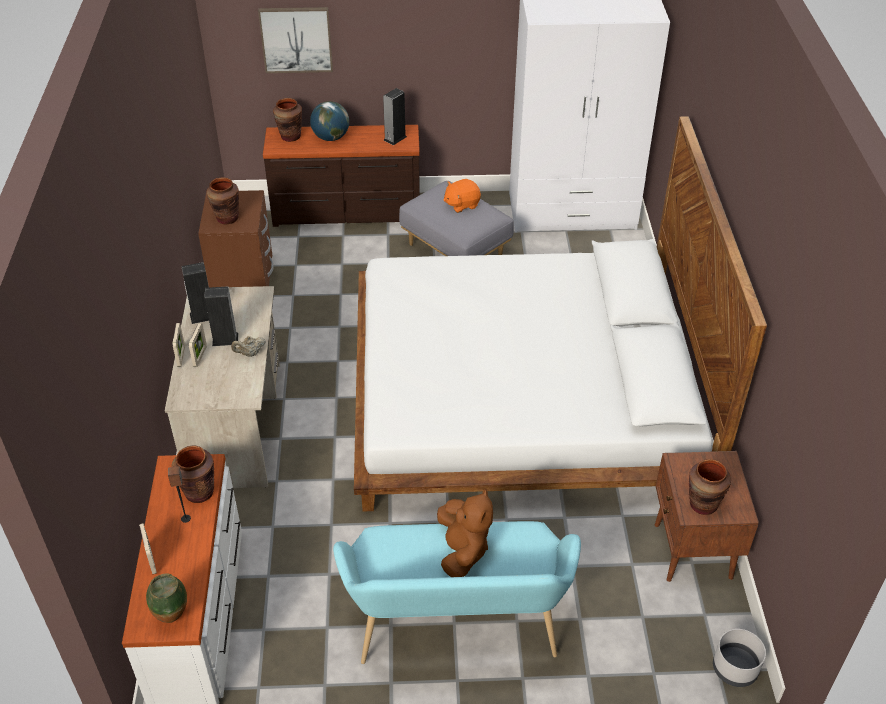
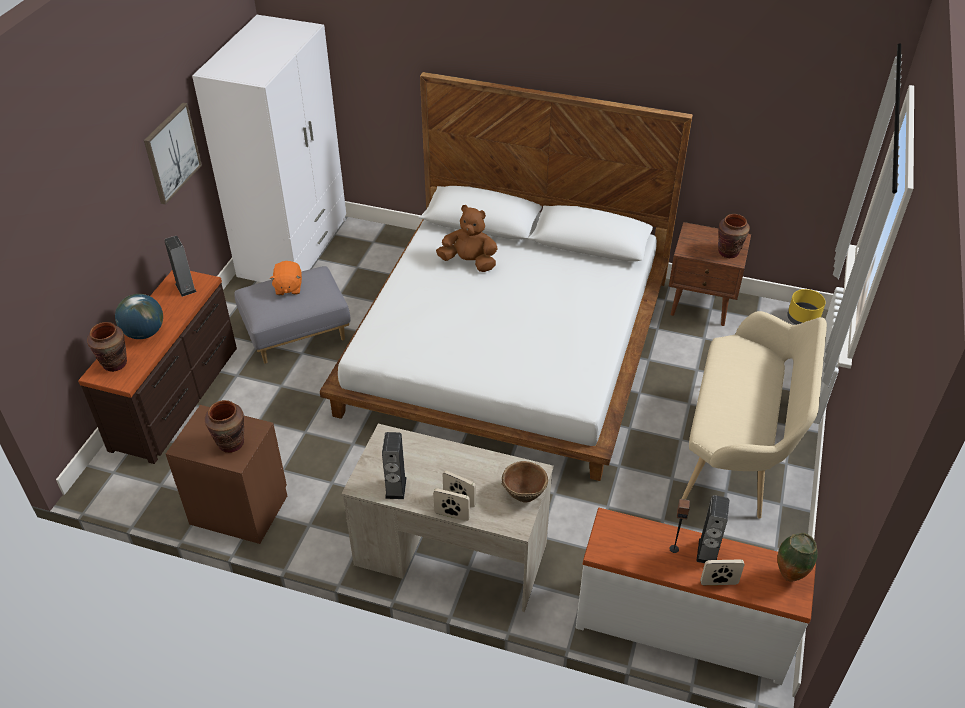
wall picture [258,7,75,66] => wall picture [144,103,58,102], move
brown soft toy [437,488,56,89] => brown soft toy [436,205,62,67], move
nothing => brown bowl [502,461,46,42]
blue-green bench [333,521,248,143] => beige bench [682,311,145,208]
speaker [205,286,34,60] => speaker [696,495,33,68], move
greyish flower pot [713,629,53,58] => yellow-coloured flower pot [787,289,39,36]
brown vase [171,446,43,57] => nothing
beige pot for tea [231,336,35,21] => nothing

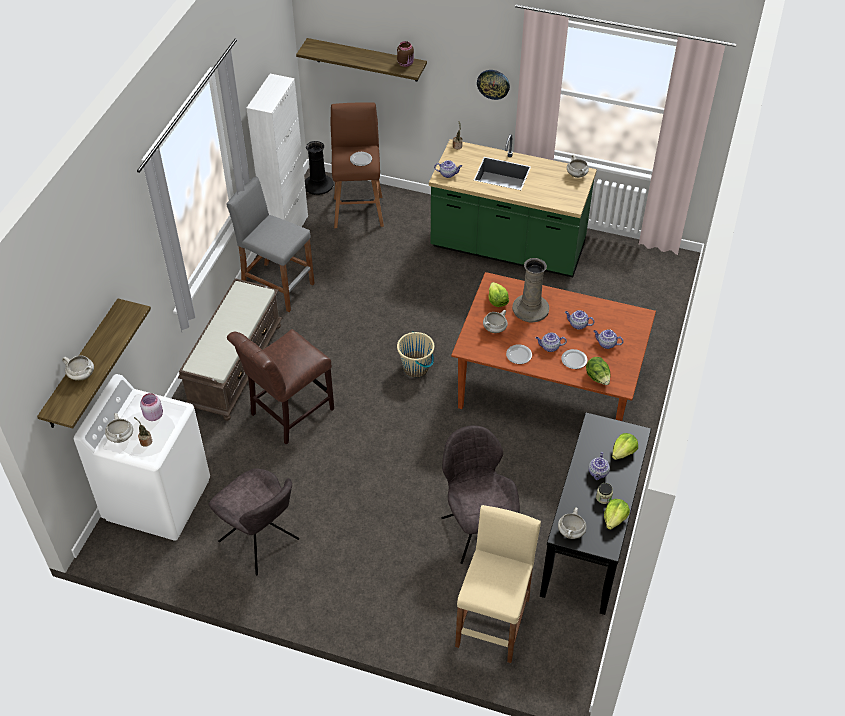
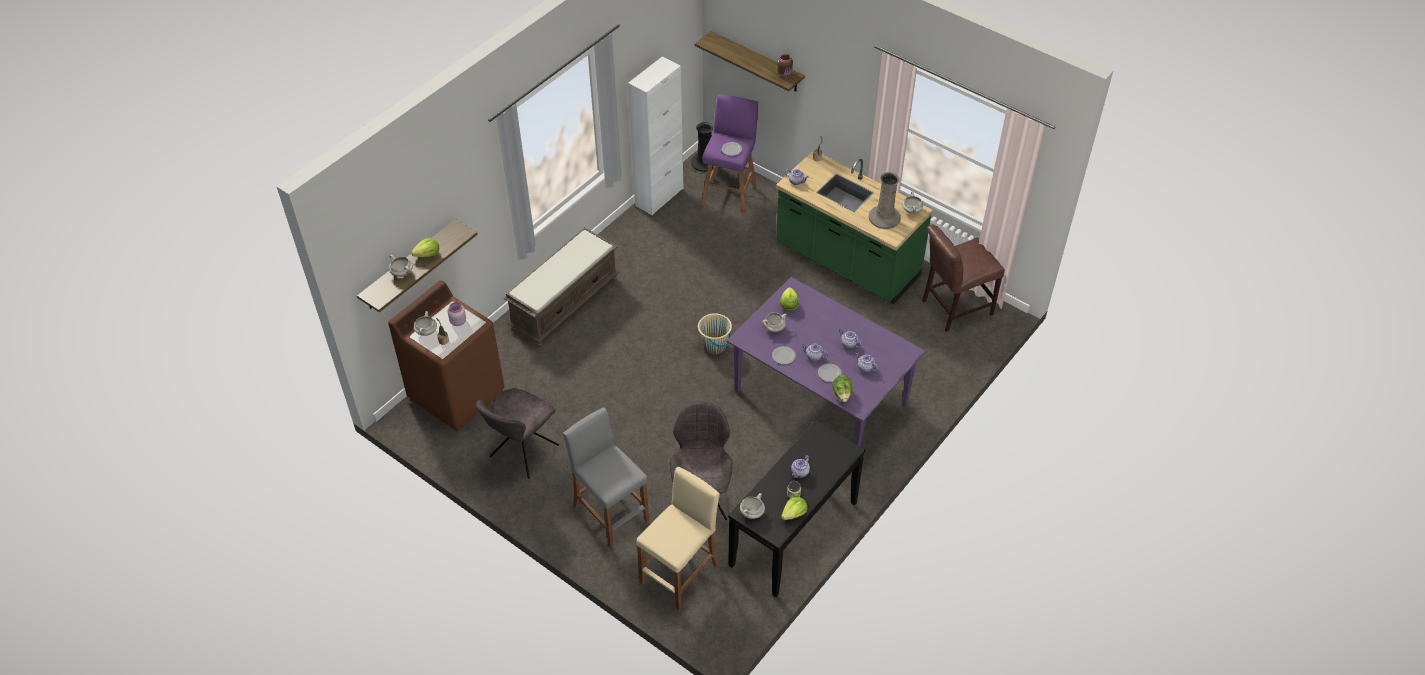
white washing machine [74,374,136,167] => brown washing machine [388,280,116,151]
lettuce [612,433,26,27] => lettuce [411,238,28,19], move
greyish plain chair [209,469,90,106] => greyish plain chair [476,388,83,91], 60 degrees clockwise
greyish stool [226,177,89,135] => greyish stool [563,407,86,141], move
brown stool [330,102,54,126] => purplish stool [701,94,57,120]
brown dinner table [451,272,205,149] => purplish dinner table [727,277,198,170]
beige vase [512,258,37,64] => beige vase [869,172,32,57], move
brown plain chair [227,329,107,115] => brown plain chair [922,225,83,107], move
clock on the wall [477,70,33,30] => nothing

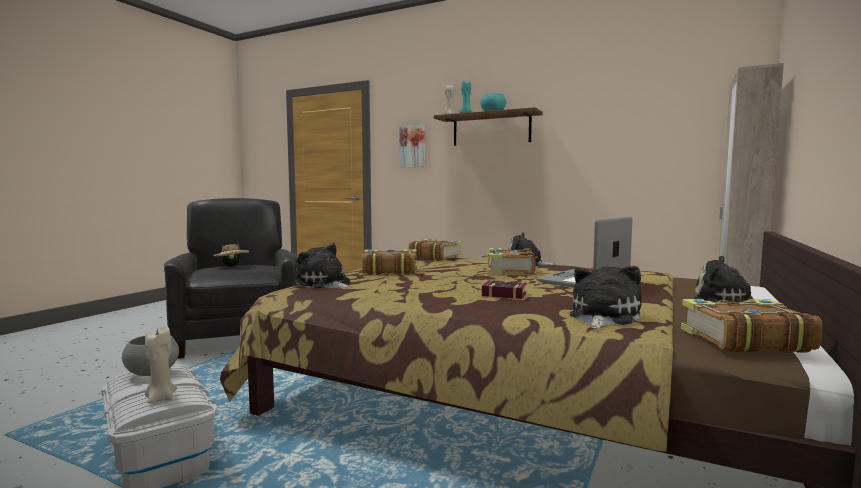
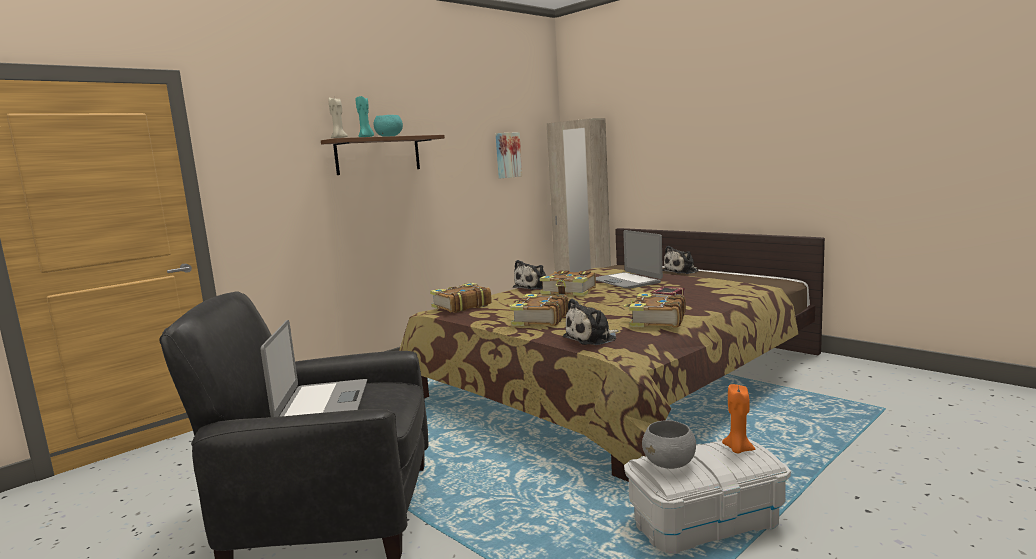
beige hat [213,243,36,23] => portable computer [260,320,107,97]
wall picture [399,125,26,43] => wall picture [495,132,27,46], move
volume [681,299,141,54] => volume [624,293,62,34], move
beige wax light [145,326,32,78] => orange-coloured wax light [722,384,33,70]
soft toy [570,266,72,63] => nothing

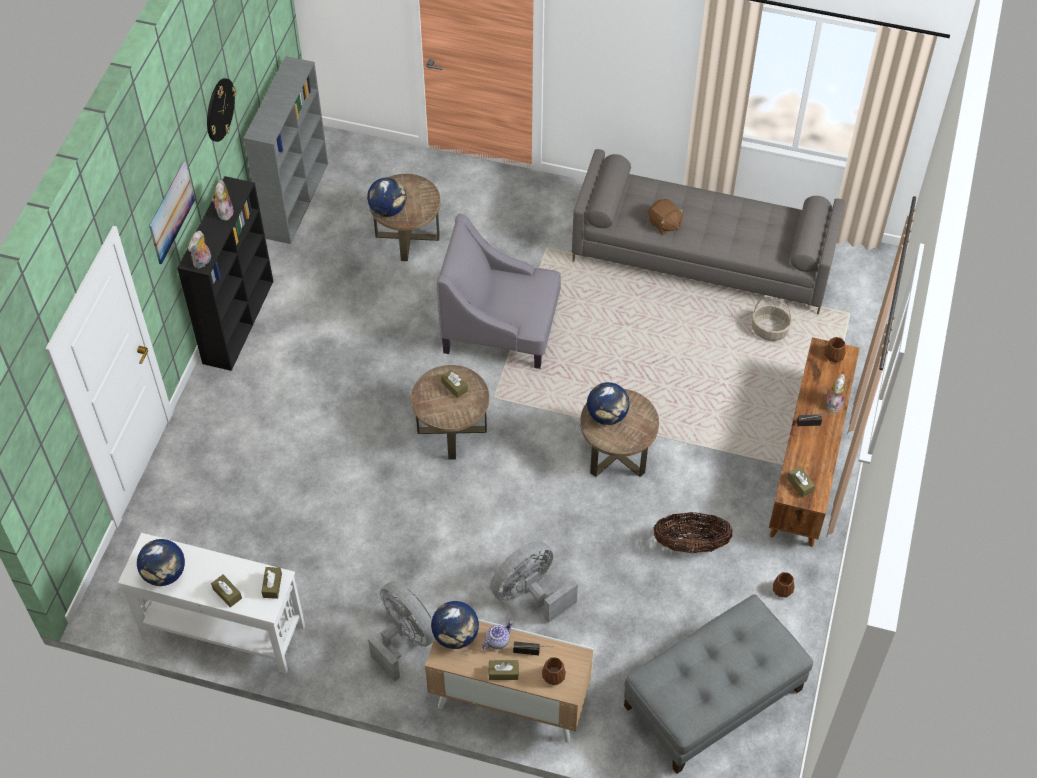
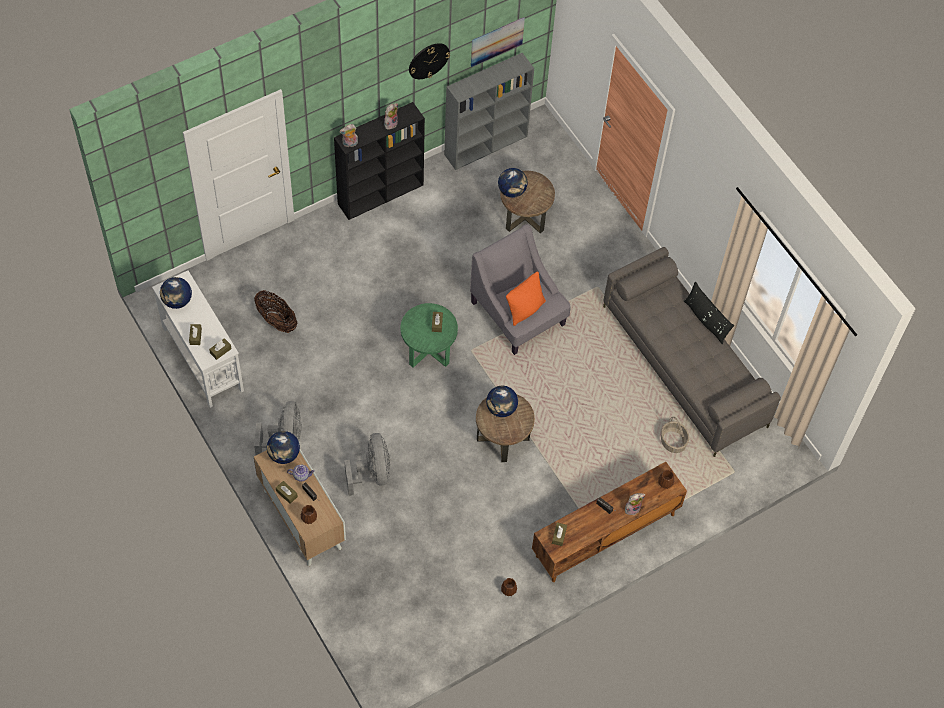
household basket [654,512,79,41] => household basket [254,290,43,43], move
greyish electric fan [490,541,88,81] => greyish electric fan [344,433,46,63], 75 degrees clockwise
brown end table [411,365,78,95] => green-coloured end table [401,303,57,65]
wall picture [149,161,46,103] => wall picture [471,17,54,50], move
nothing => orange-coloured throw pillow [506,272,40,54]
nothing => black-coloured throw pillow [684,281,50,64]
greyish footrest [624,594,189,180] => nothing
brown soft toy [648,199,36,36] => nothing

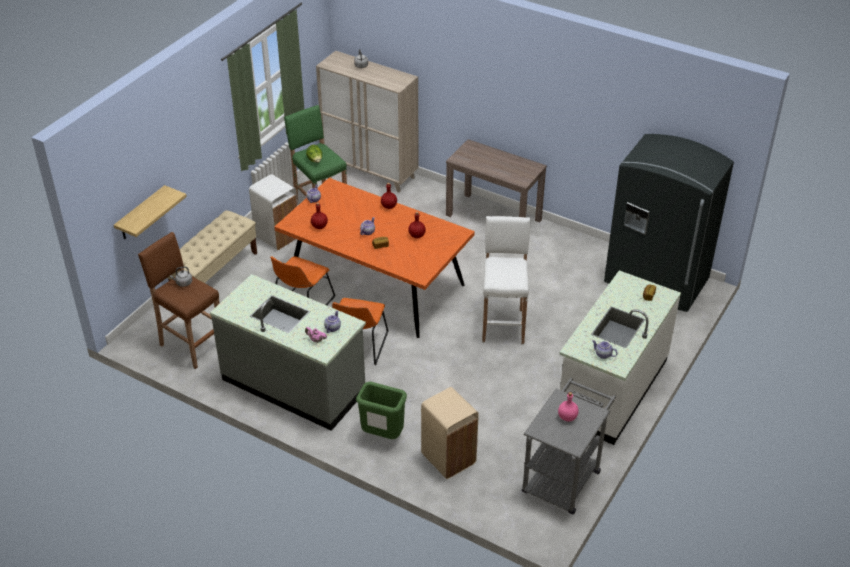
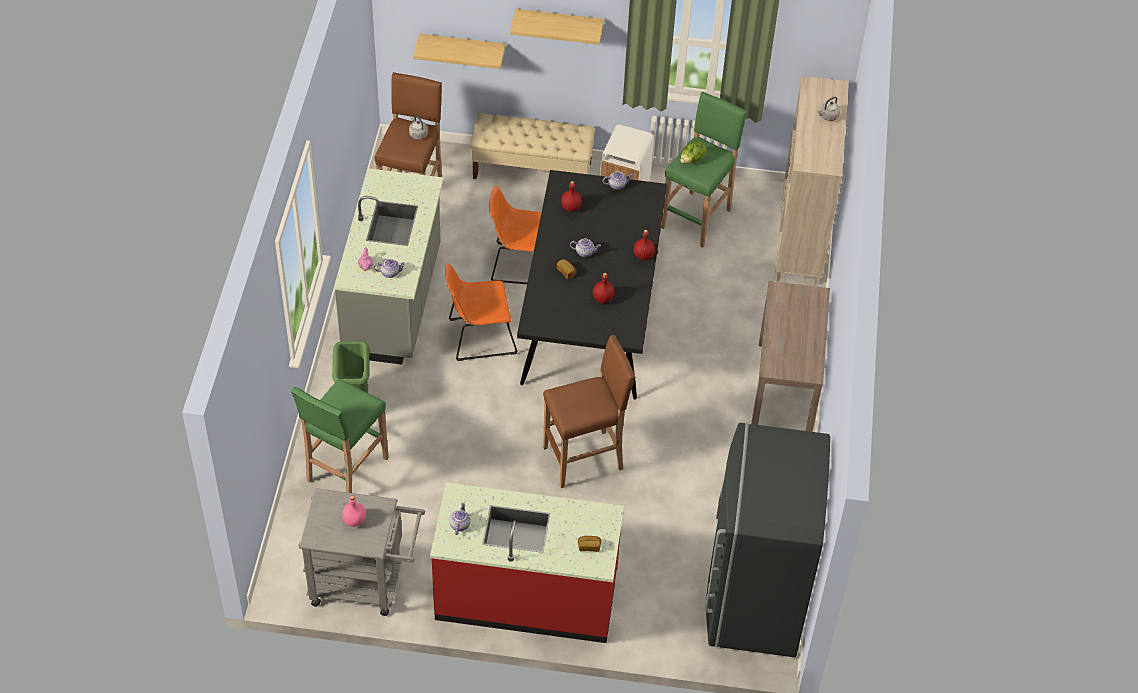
beige rubbish bin [421,387,58,92] => green-coloured stool [291,378,98,115]
white kitchen base unit [559,270,122,175] => red kitchen base unit [430,483,194,160]
nothing => shelf [510,9,94,36]
orange-coloured dinner table [274,178,201,160] => black-coloured dinner table [517,170,150,230]
white stool [482,216,49,128] => brown stool [543,335,93,153]

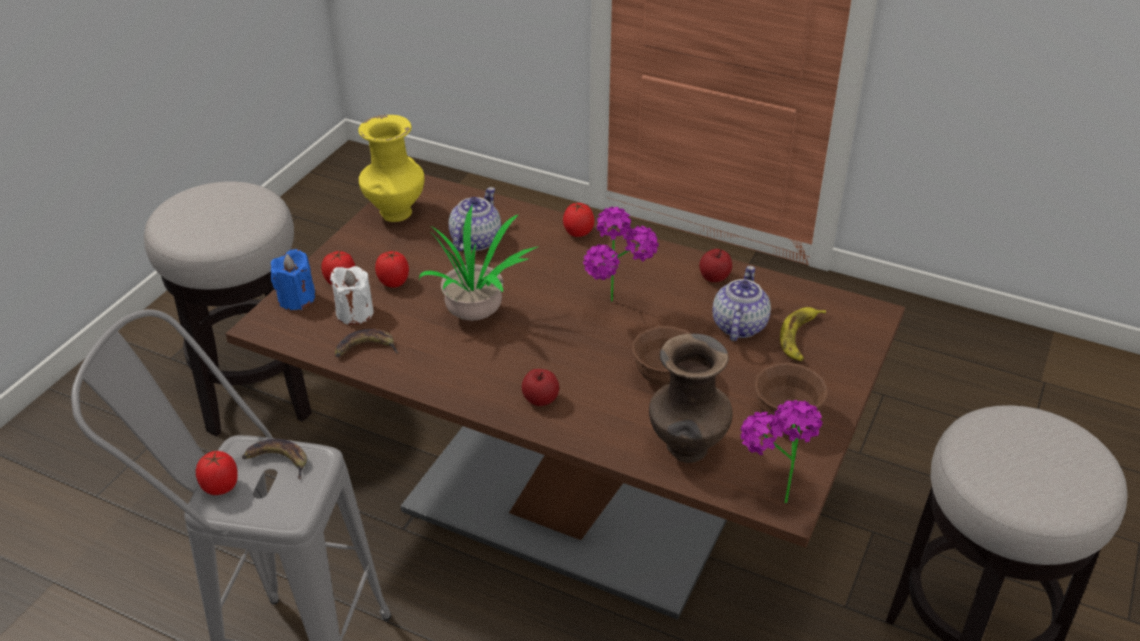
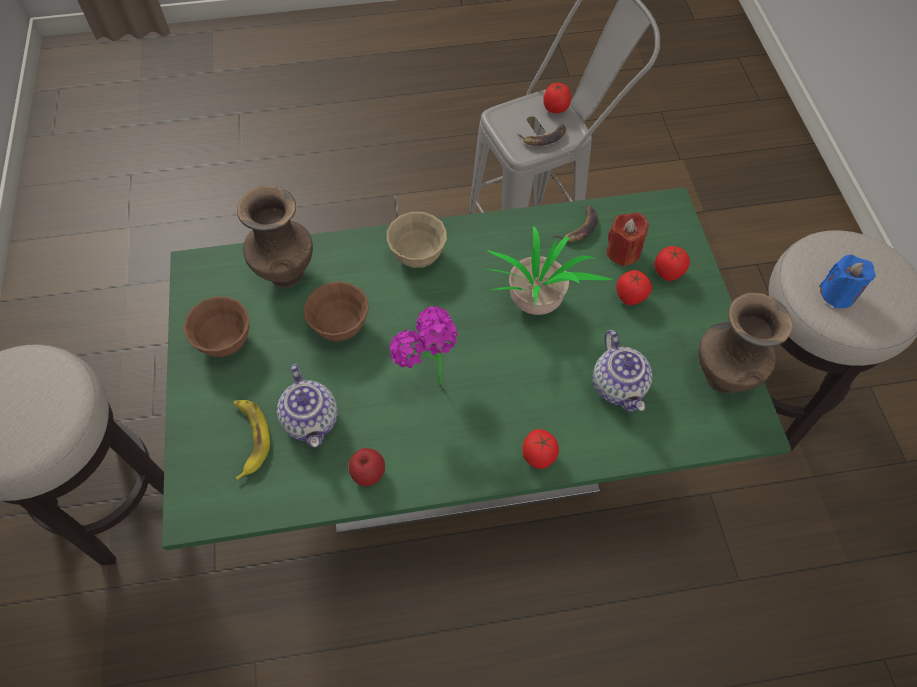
brown dinner table [226,174,679,446] => green-coloured dinner table [162,187,629,364]
apple fruit [522,369,37,37] => beige bowl [387,212,60,56]
white wax light [330,266,44,59] => red wax light [607,212,42,55]
yellow-coloured vase [358,115,67,107] => brown vase [698,293,95,101]
blue-coloured wax light [271,249,44,61] => blue-coloured wax light [819,255,56,53], move
plant in a pot [740,400,83,103] => nothing

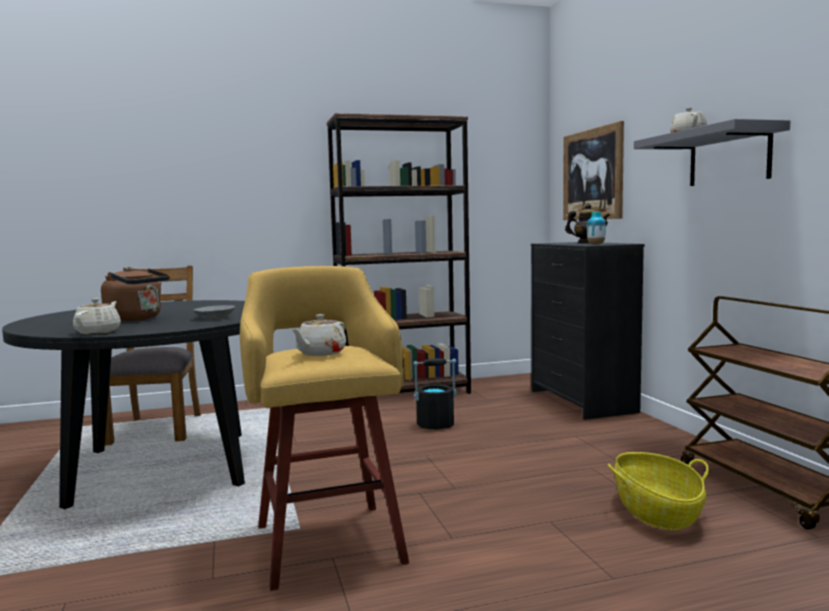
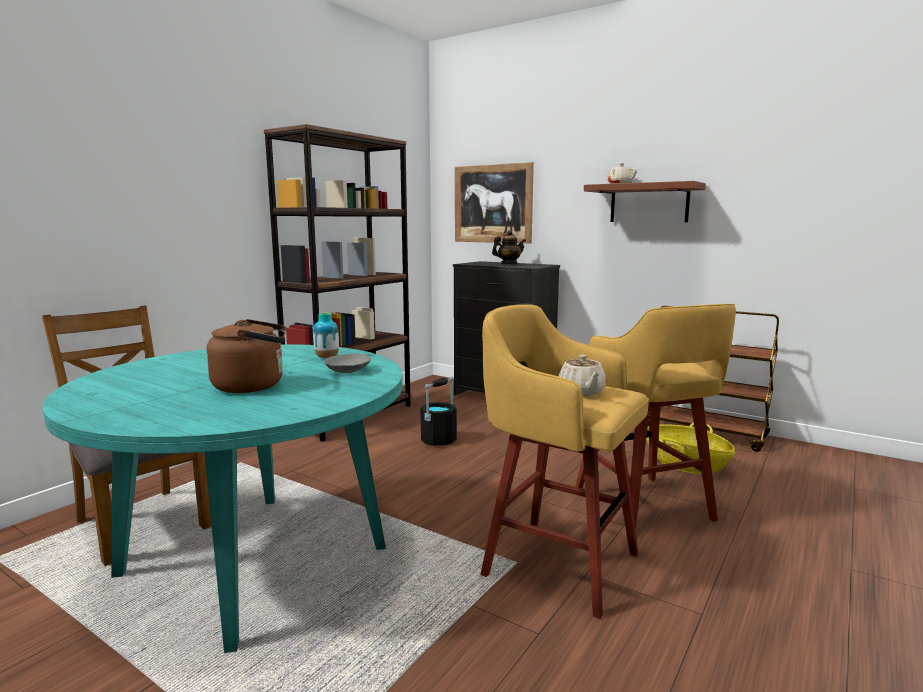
black-coloured dinner table [2,300,243,209] => blue-green dinner table [43,344,360,309]
vase [587,212,19,33] => vase [313,313,26,45], move
nothing => yellow-coloured stool [575,304,161,232]
greyish shelf [634,119,156,67] => brown shelf [584,181,122,41]
beige pot for tea [73,299,48,35] => nothing

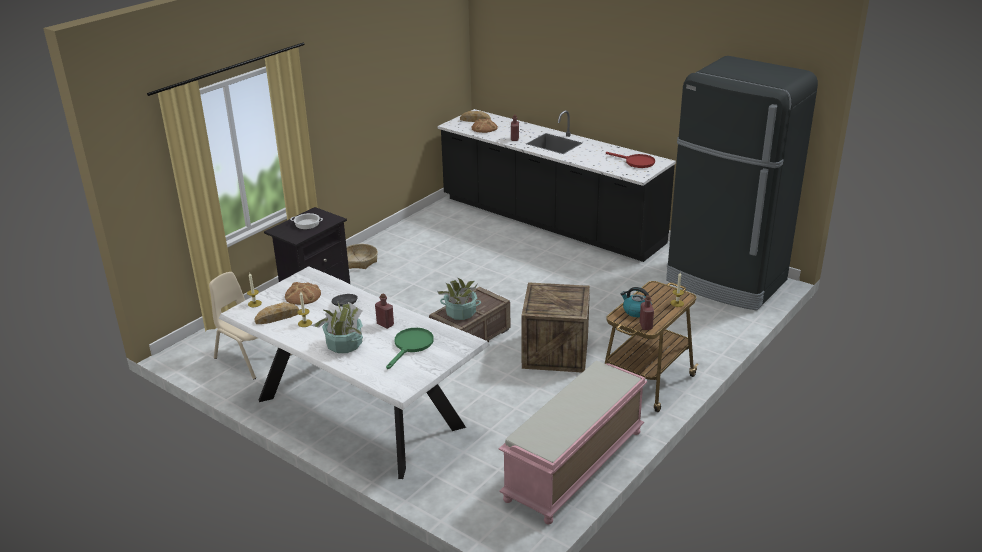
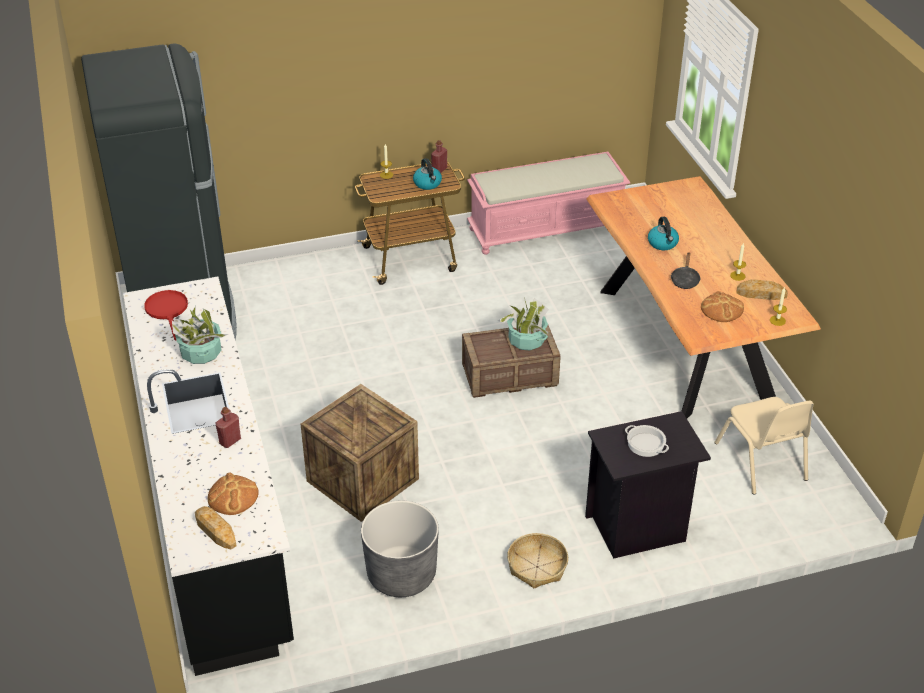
plant in a pot [311,302,52,51] => plant in a pot [172,306,56,58], move
packing crate [521,282,69,90] => packing crate [301,384,118,138], move
nothing => greyish flower pot [361,501,78,96]
white dinner table [219,266,271,213] => brown dinner table [586,176,235,242]
red drink bottle [375,293,19,36] => tea kettle [648,217,31,33]
green-coloured pan [386,328,48,41] => nothing

